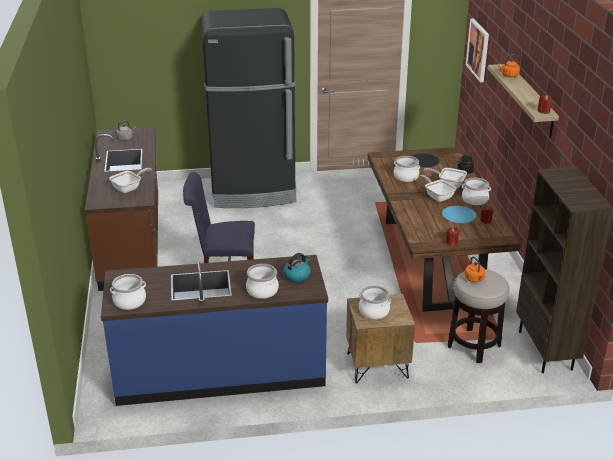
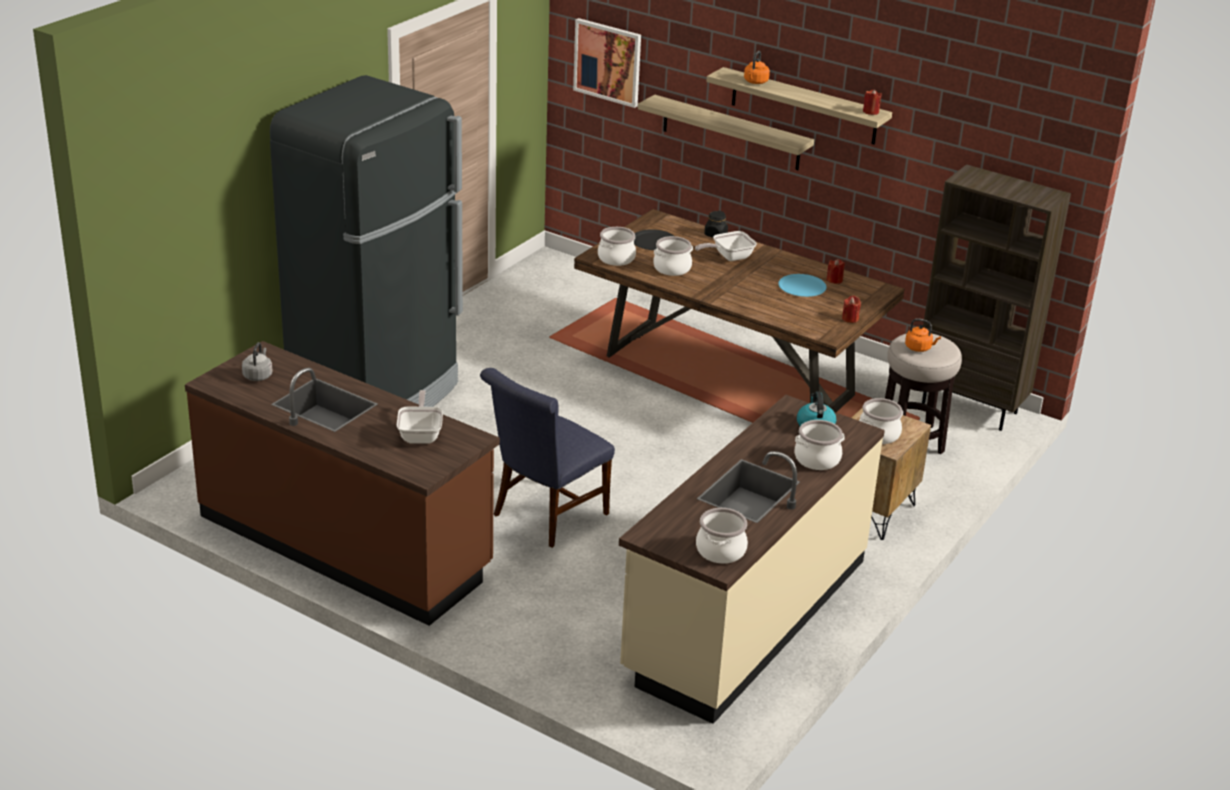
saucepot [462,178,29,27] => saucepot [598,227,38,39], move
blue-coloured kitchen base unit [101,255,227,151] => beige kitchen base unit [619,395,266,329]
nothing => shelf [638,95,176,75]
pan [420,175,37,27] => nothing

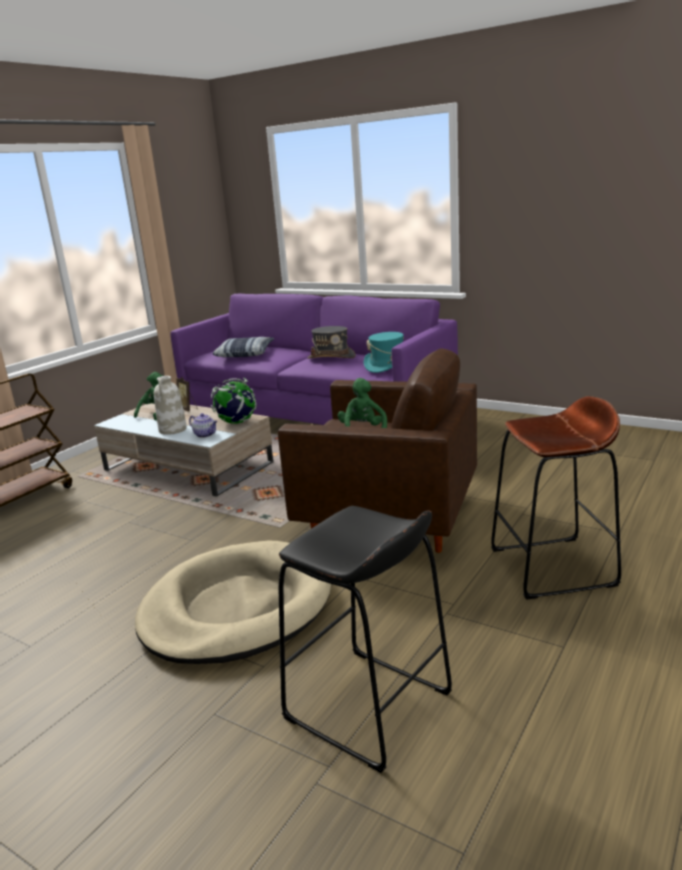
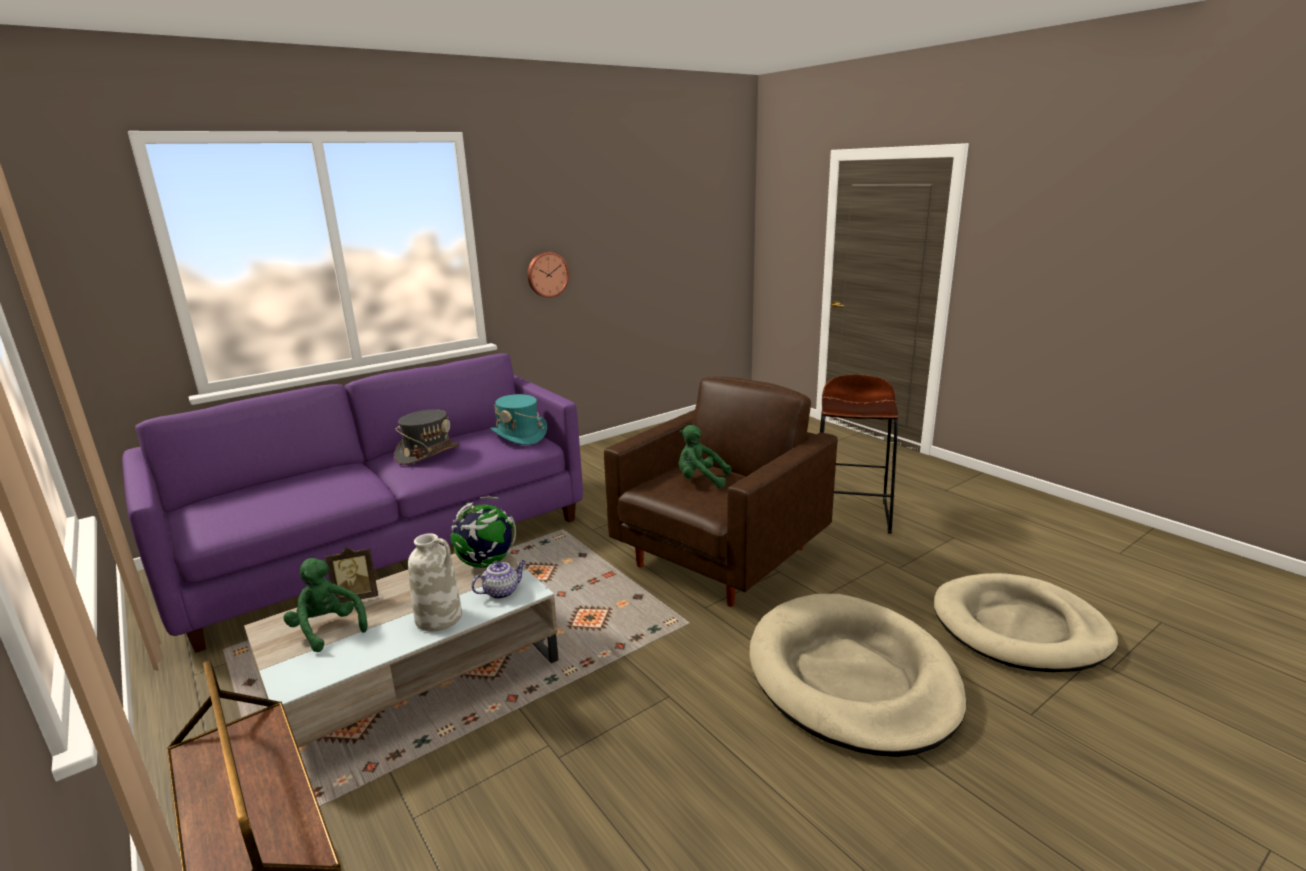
nothing => clock on the wall [527,252,42,46]
black-coloured stool [279,506,173,267] => beige pet bed [934,573,184,99]
throw pillow [213,337,61,20] => nothing

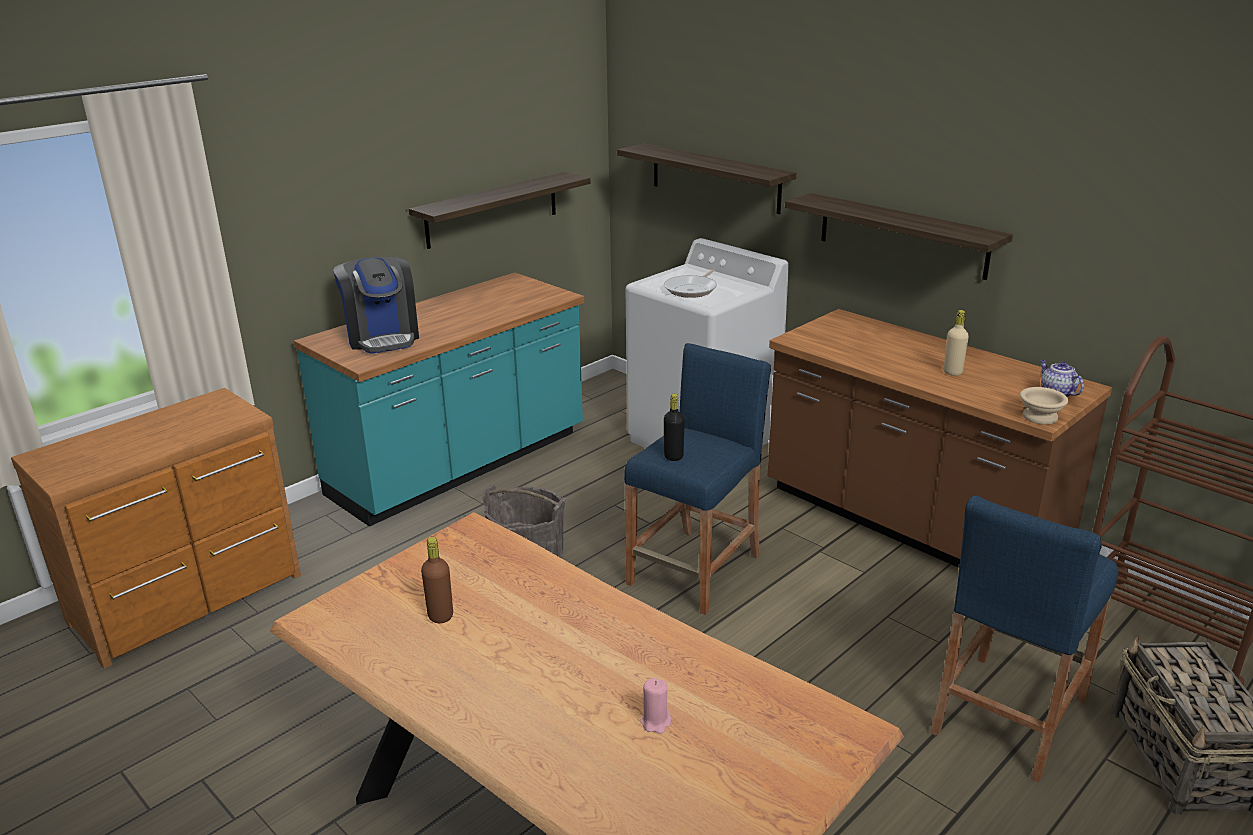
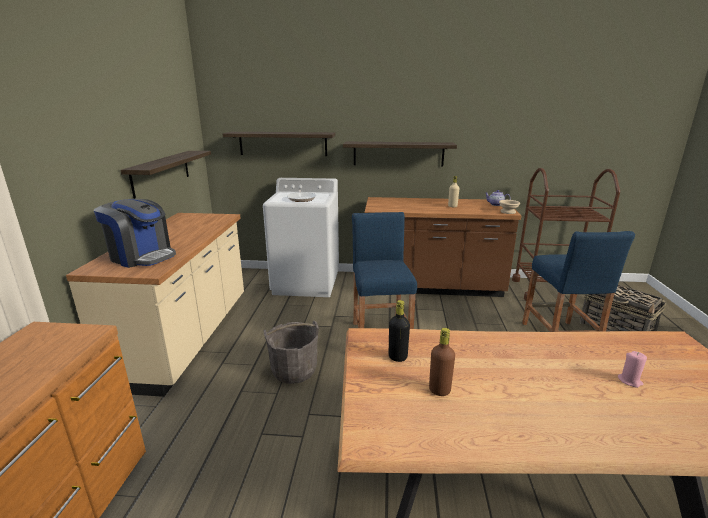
blue-green kitchen base unit [294,272,290,255] => beige kitchen base unit [66,213,178,184]
black-coloured drink bottle [664,394,21,67] => black-coloured drink bottle [389,300,21,62], move

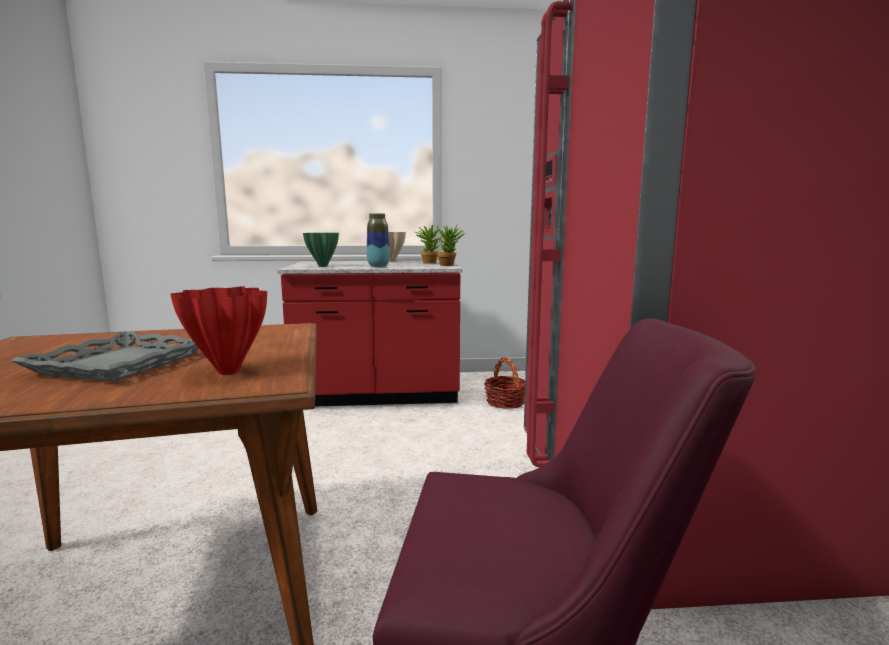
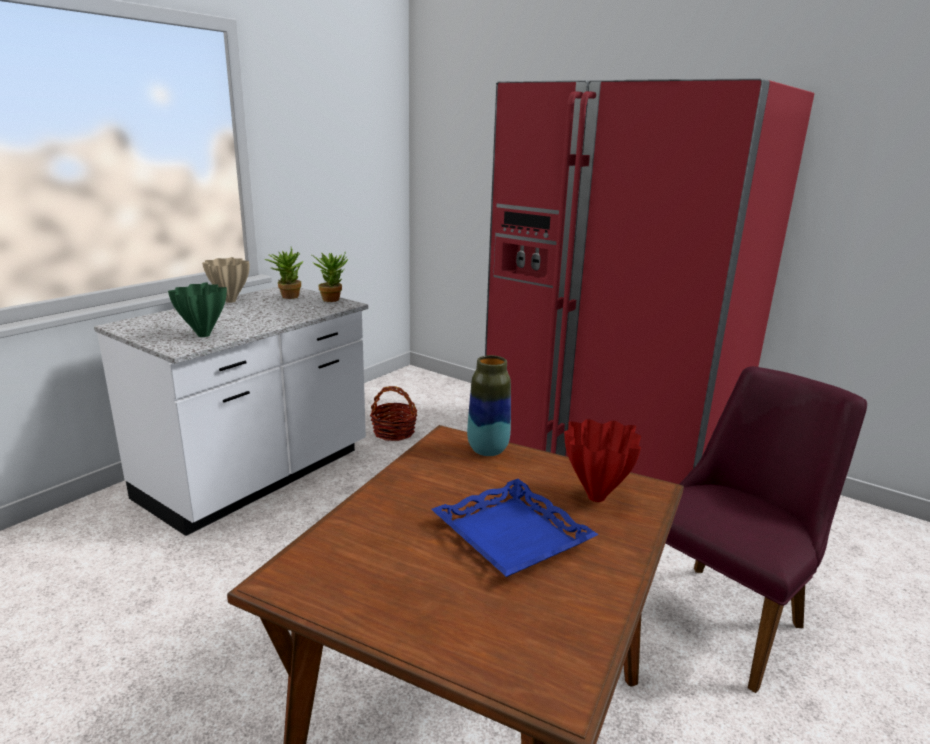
red kitchen base unit [278,261,184,145] => white kitchen base unit [94,287,274,249]
greyish carrying tray [11,331,188,51] => blue-coloured carrying tray [431,479,168,98]
vase [367,213,23,54] => vase [467,355,44,101], move

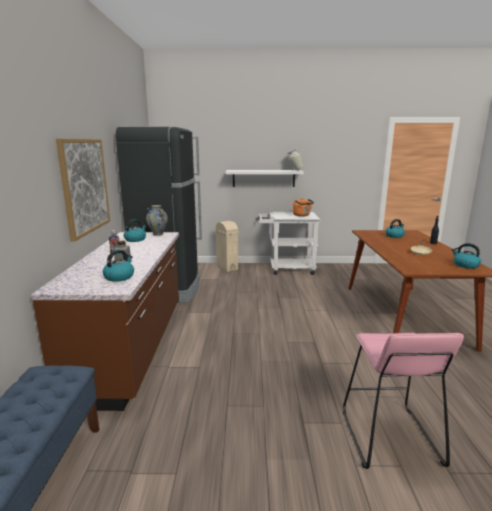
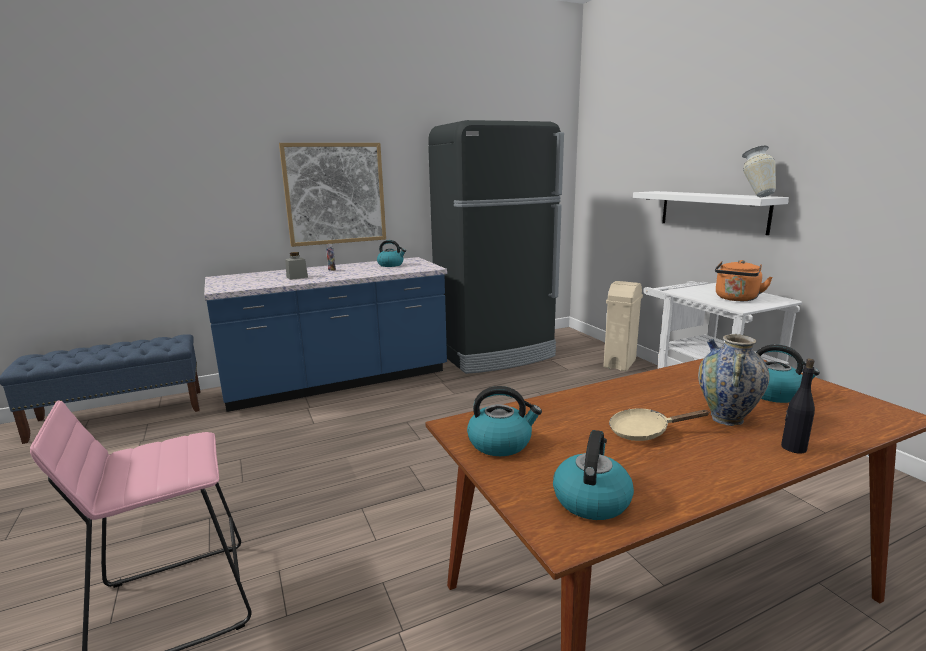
brown kitchen base unit [31,232,148,179] => blue-coloured kitchen base unit [204,257,243,155]
tea kettle [103,250,31,32] => tea kettle [467,386,75,70], move
vase [146,205,22,31] => vase [698,334,71,92], move

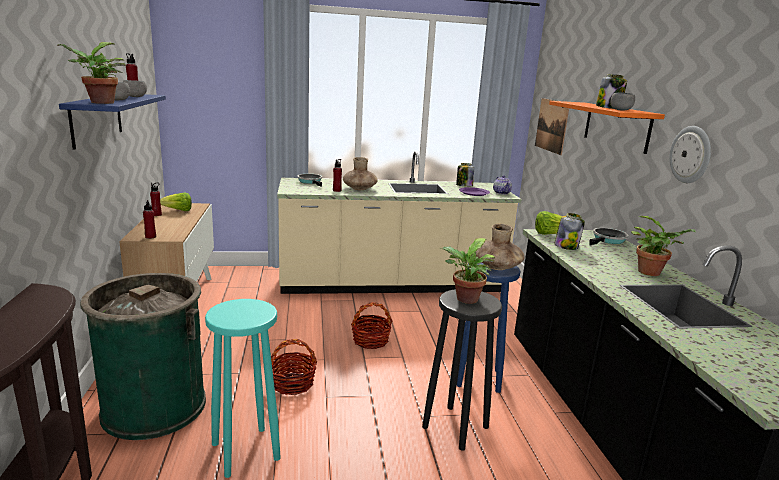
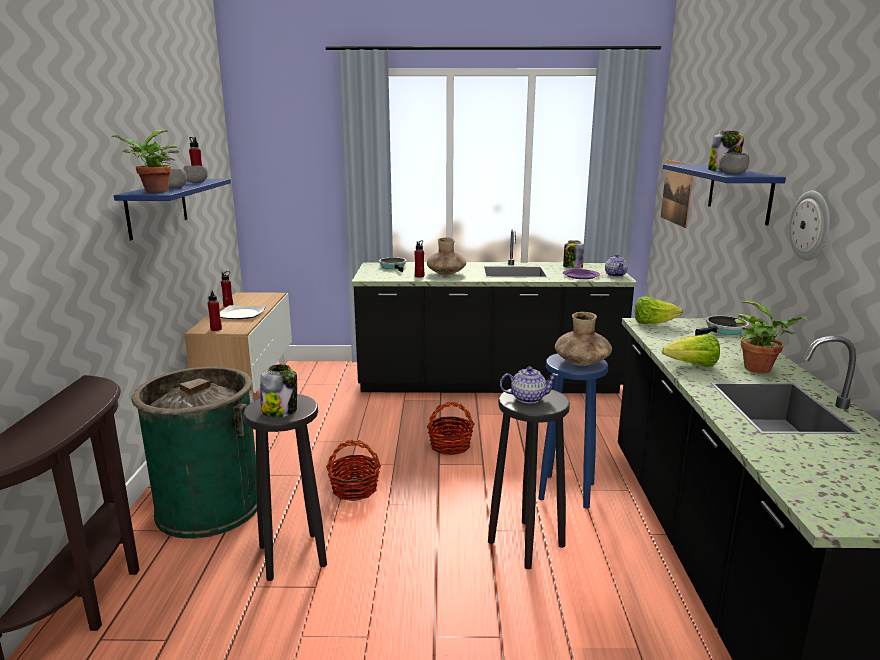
nothing => dinner plate [220,305,46,14]
blue-green stool [205,299,76,179] => black-coloured stool [243,394,84,187]
preserve jar [554,213,31,37] => preserve jar [260,364,37,53], move
beige kitchen base unit [277,151,245,143] => black-coloured kitchen base unit [352,228,285,165]
plant in a pot [440,238,55,66] => pot for tea [500,366,58,37]
lettuce [160,192,32,19] => lettuce [662,334,58,33], move
orange-coloured shelf [549,101,116,53] => blue-coloured shelf [663,164,123,62]

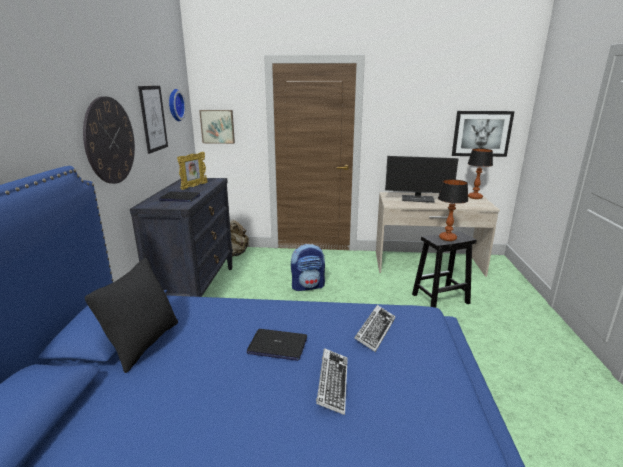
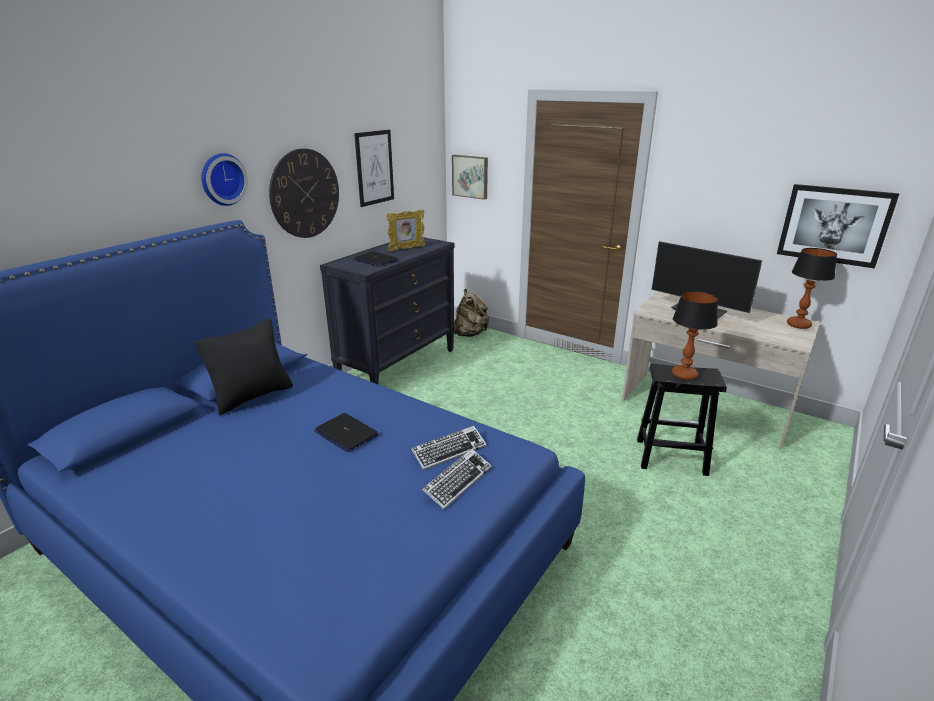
clock on the wall [169,89,17,32] => clock on the wall [202,153,46,53], move
computer keyboard [316,348,32,67] => computer keyboard [422,449,70,60], move
backpack [291,244,34,47] => nothing

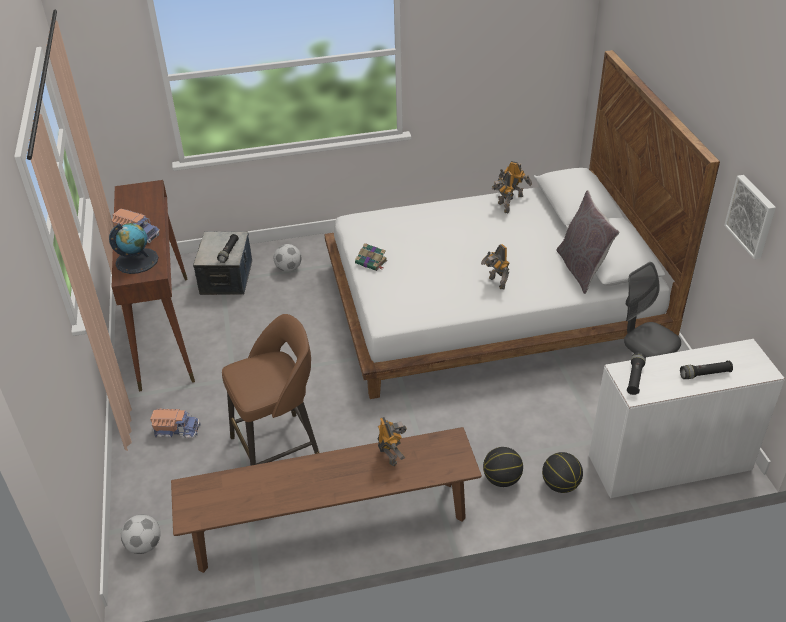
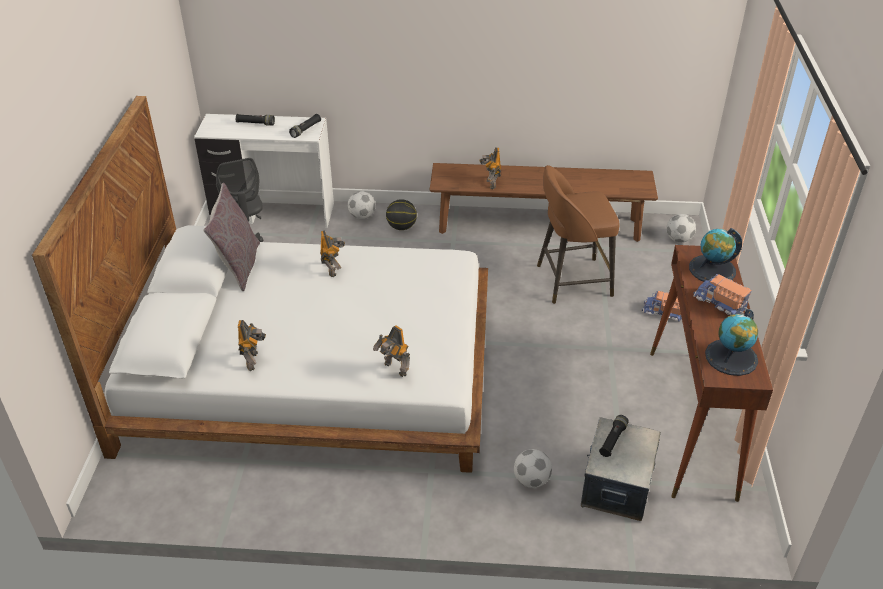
ball for basketball [542,452,41,41] => football [348,191,27,28]
model robot [499,161,33,36] => model robot [373,326,37,51], move
nothing => desk globe [705,309,53,67]
volume [355,243,32,28] => nothing
wall picture [724,175,52,84] => nothing

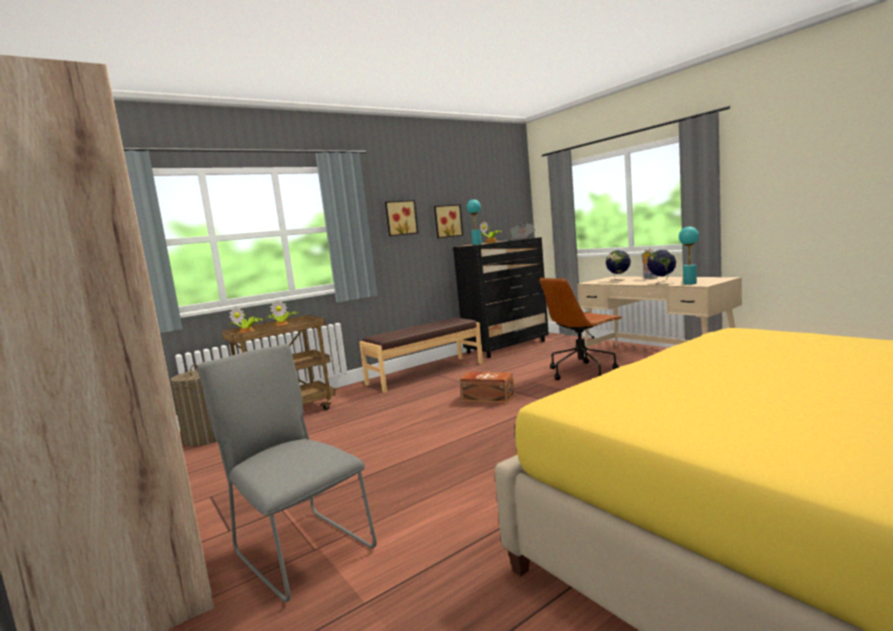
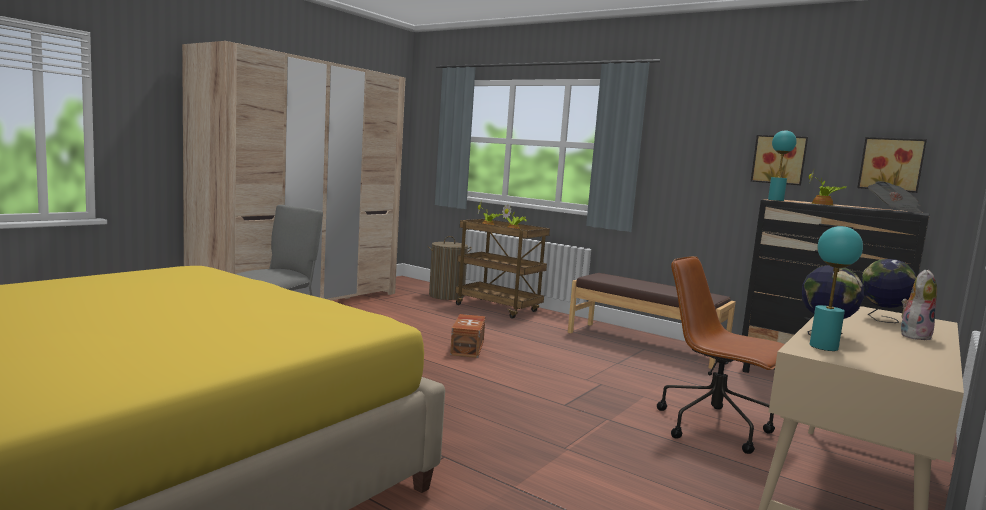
brown storage bin [459,372,56,32] => brown storage bin [450,314,36,44], move
wall picture [385,200,33,36] => wall picture [857,137,70,56], move

